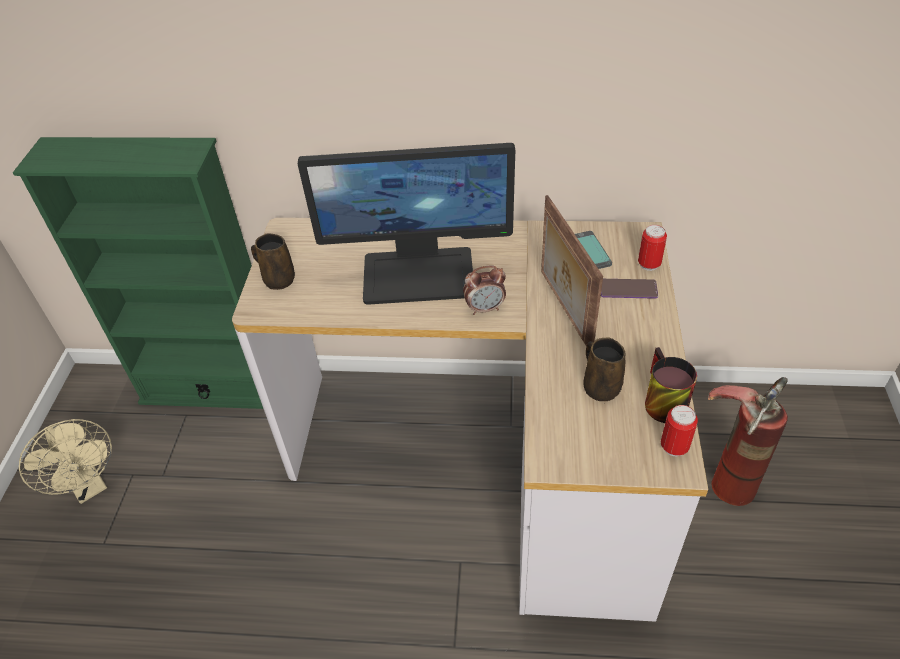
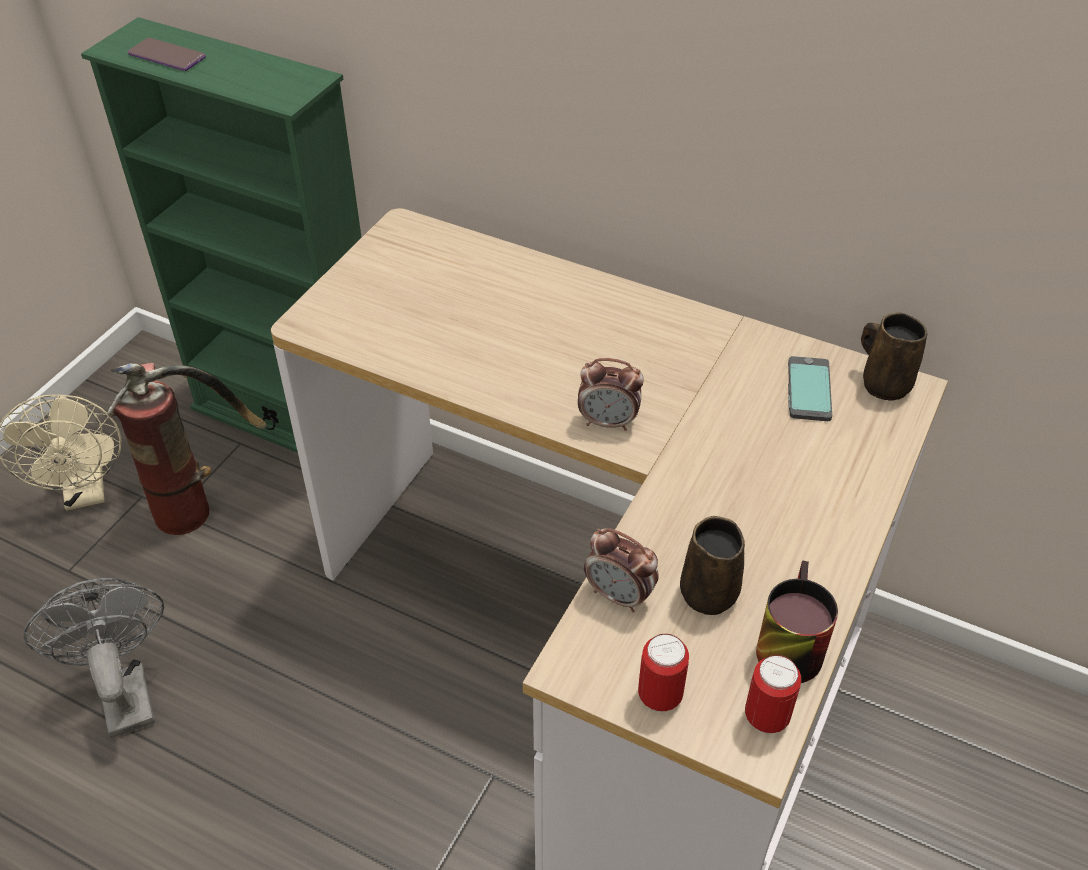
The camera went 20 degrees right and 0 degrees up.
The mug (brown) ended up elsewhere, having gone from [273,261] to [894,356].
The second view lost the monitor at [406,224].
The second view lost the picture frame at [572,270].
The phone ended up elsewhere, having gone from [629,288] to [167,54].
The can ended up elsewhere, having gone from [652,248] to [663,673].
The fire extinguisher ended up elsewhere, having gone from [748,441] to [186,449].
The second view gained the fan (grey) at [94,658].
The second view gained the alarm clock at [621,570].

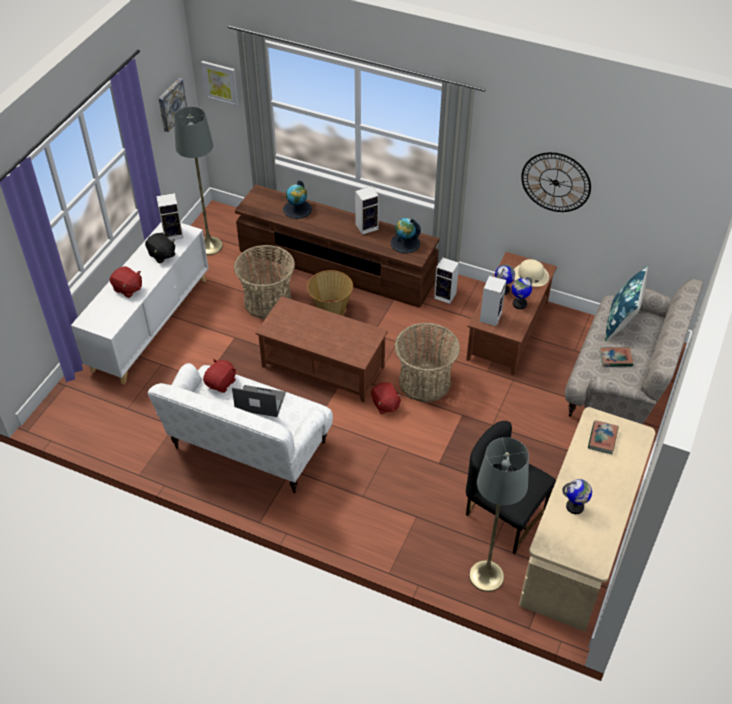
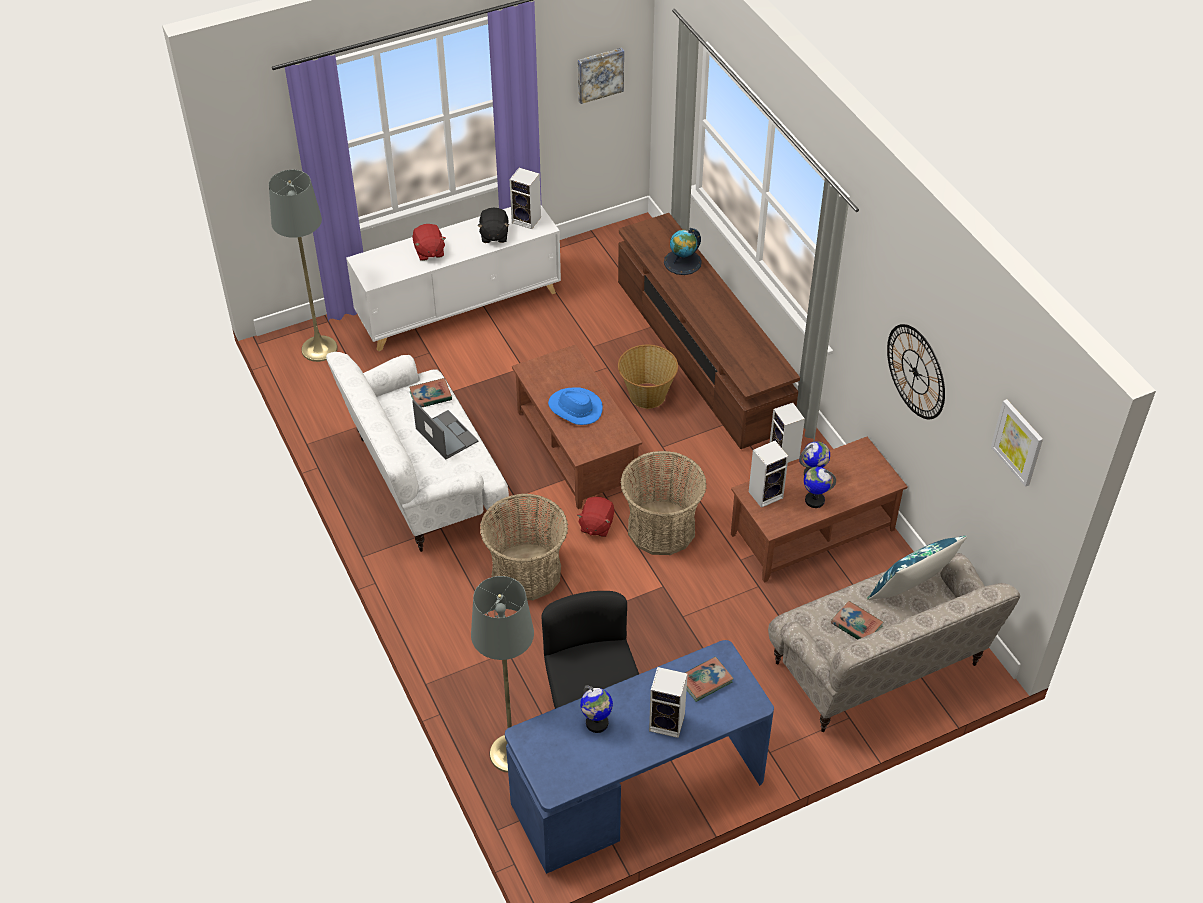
The camera went 40 degrees right and 0 degrees up.
The floor lamp (grey) ended up elsewhere, having gone from [198,181] to [303,266].
The picture ended up elsewhere, having gone from [219,83] to [1017,443].
Where the plush toy (red) stood at [219,376], the book came to stand at [430,393].
The basket ended up elsewhere, having gone from [264,282] to [524,547].
The speaker ended up elsewhere, having gone from [367,210] to [668,702].
The second view lost the globe at [406,235].
The second view lost the hat (beige) at [531,273].
What was the desk (beige) at [587,519] turned into the desk (blue) at [639,757].
The second view gained the hat (blue) at [575,406].

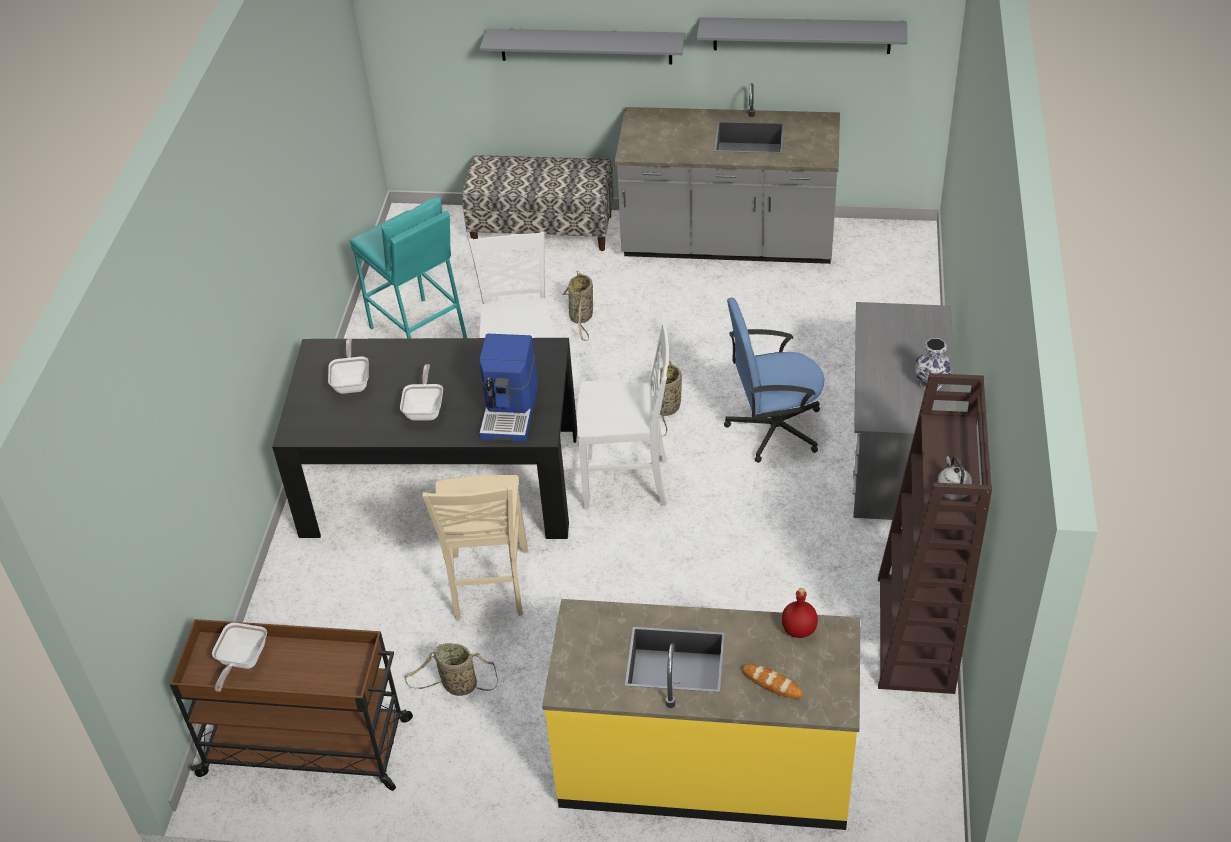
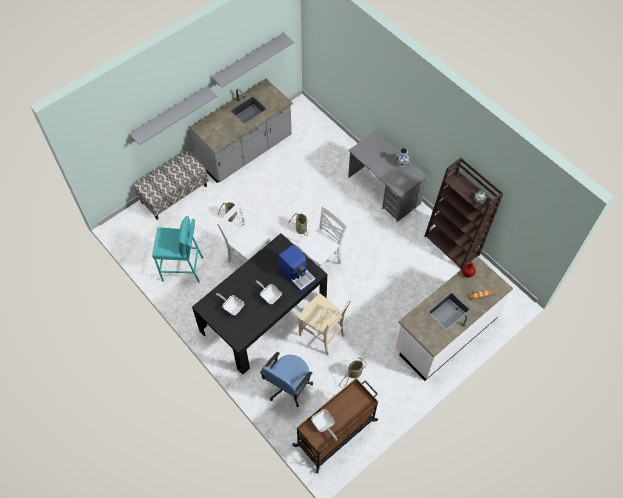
The camera went 50 degrees left and 15 degrees up.
What was the counter (yellow) at [701,714] turned into the counter (white) at [454,318].
The office chair (blue) ended up elsewhere, having gone from [774,380] to [286,379].

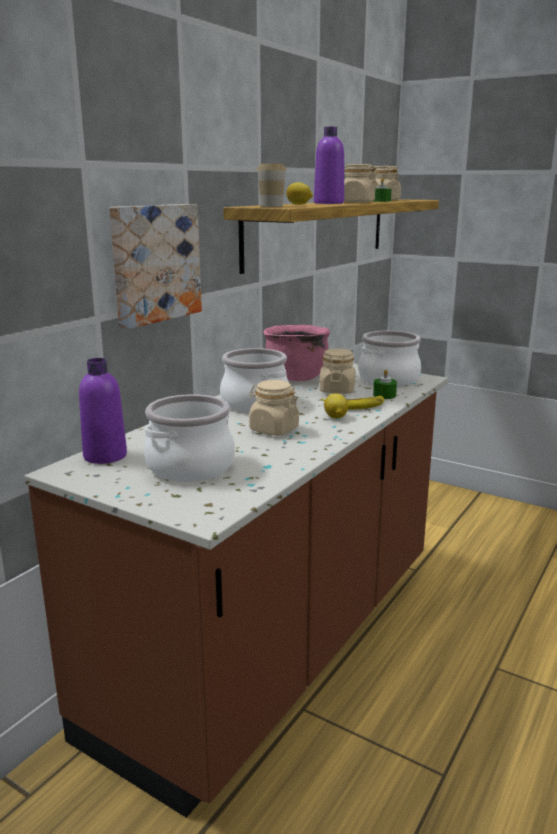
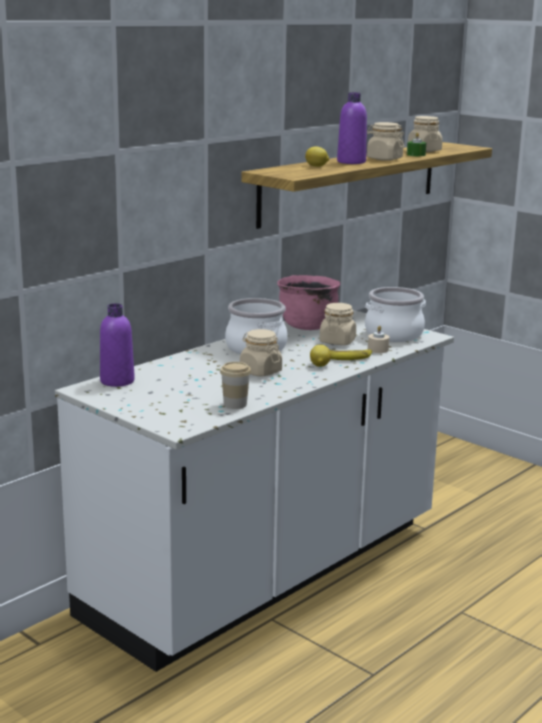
The camera went 10 degrees right and 0 degrees up.
What was the counter (brown) at [236,590] turned into the counter (white) at [254,491].
The second view lost the picture at [156,266].
The second view lost the cooking pot at [189,438].
The cup ended up elsewhere, having gone from [272,185] to [235,385].
What was the candle (green) at [385,384] turned into the candle (beige) at [378,339].

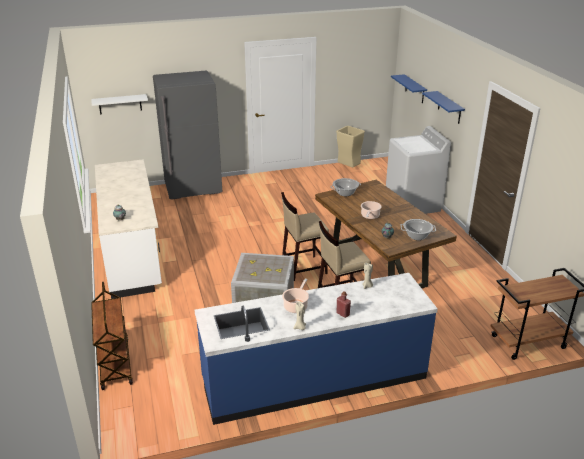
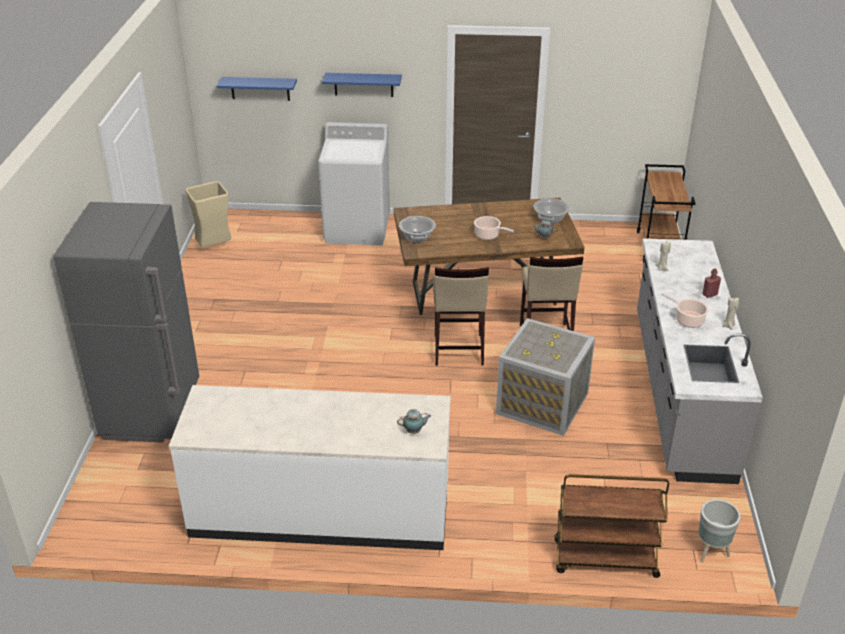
The camera went 70 degrees left and 5 degrees up.
The second view lost the shelf (white) at [119,104].
What was the counter (blue) at [316,349] turned into the counter (grey) at [700,361].
The second view gained the planter (grey) at [719,530].

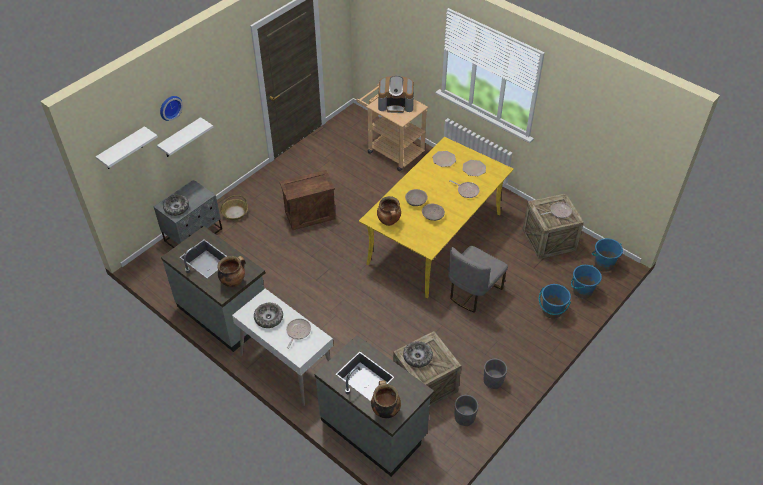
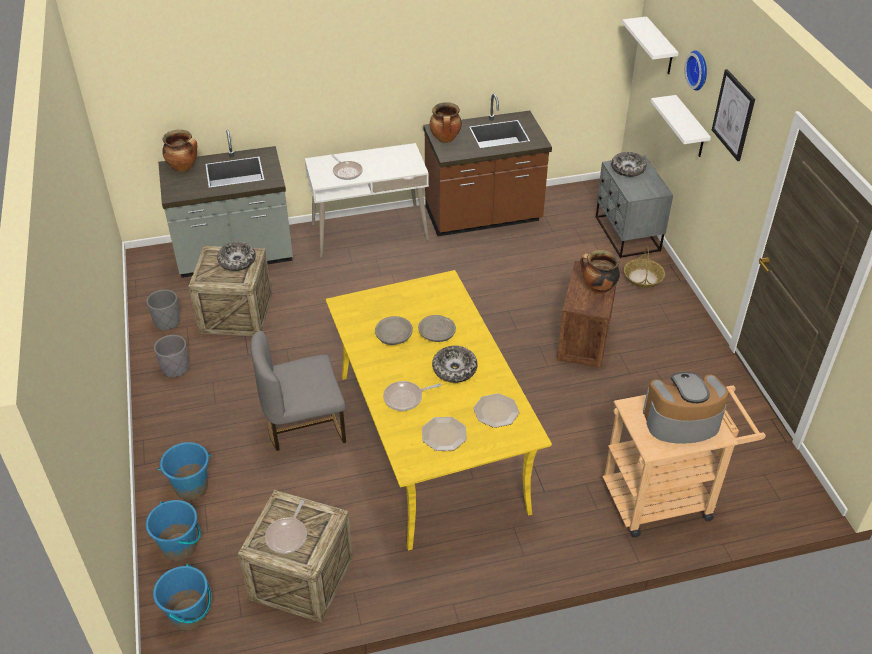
The camera went 125 degrees right and 5 degrees down.
What was the counter (grey) at [213,289] turned into the counter (brown) at [487,165].
The bowl ended up elsewhere, having gone from [268,315] to [455,364].
The cooking pot ended up elsewhere, having gone from [389,211] to [600,272].
The coffee machine at [396,94] ended up facing another way, 45 degrees clockwise from before.
The chair (grey) at [478,279] ended up facing another way, 90 degrees counterclockwise from before.
The second view gained the picture at [733,115].

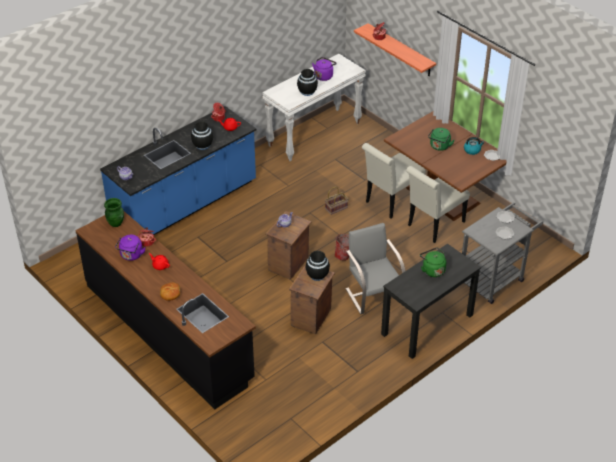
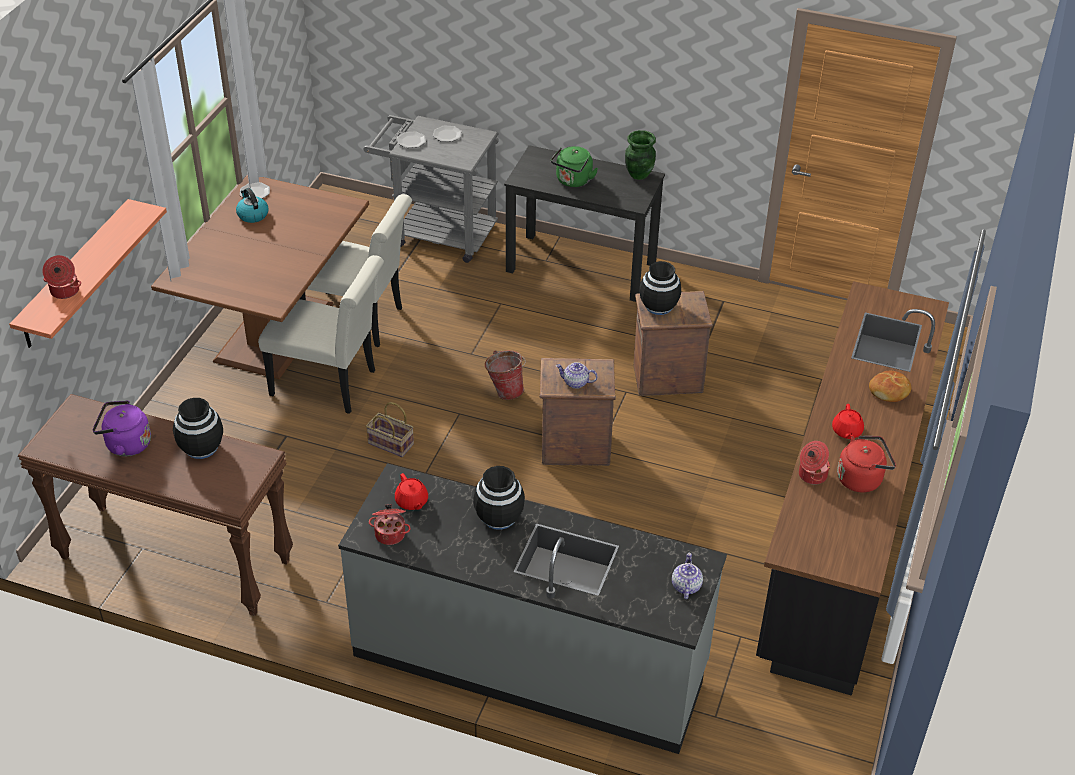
The camera went 120 degrees left and 0 degrees up.
What was the counter (blue) at [178,170] turned into the counter (grey) at [532,608].
The vase (green) ended up elsewhere, having gone from [114,212] to [640,155].
What was the kettle (purple) at [130,248] turned into the kettle (red) at [866,464].
What was the console table (white) at [314,107] turned into the console table (brown) at [155,505].
The second view lost the chair (grey) at [375,268].
The second view lost the kettle (green) at [441,139].

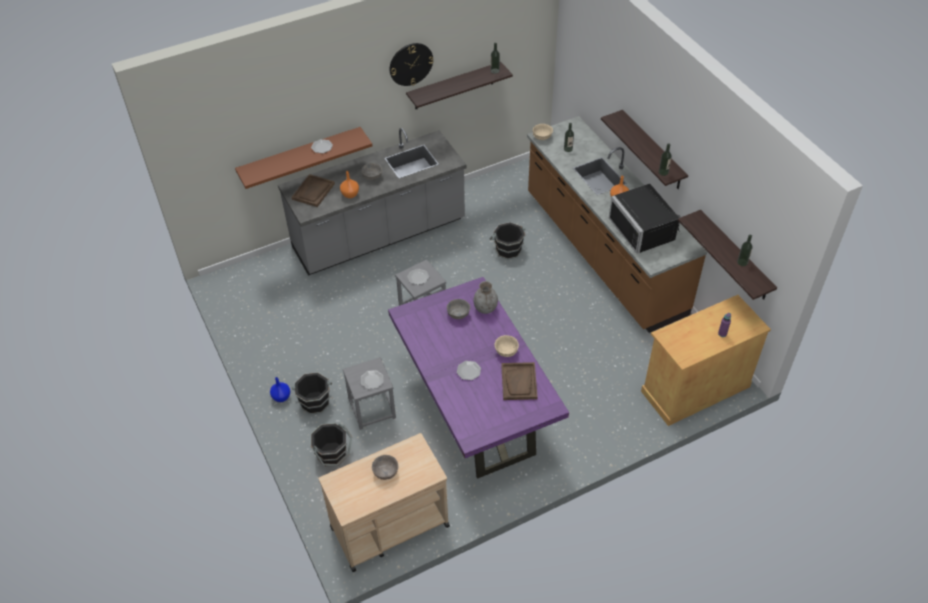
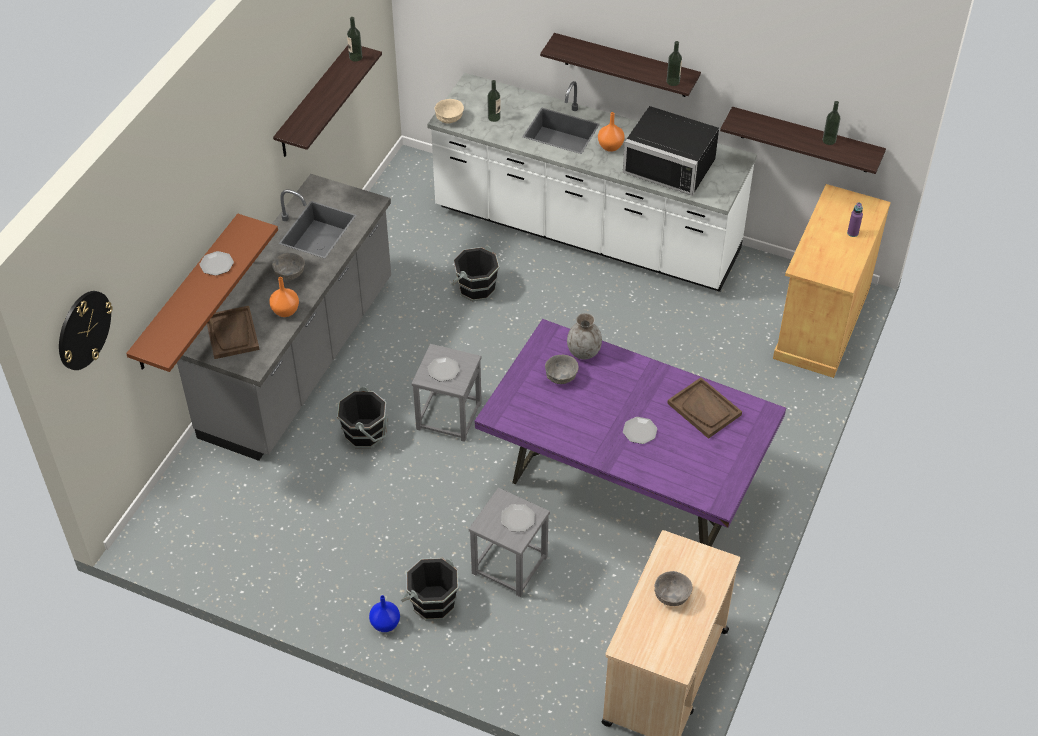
The camera went 40 degrees left and 0 degrees up.
The bucket (black) ended up elsewhere, having gone from [331,445] to [362,417].
The wall clock ended up elsewhere, having gone from [411,64] to [86,330].
The second view lost the bowl (beige) at [507,346].
What was the counter (brown) at [617,224] turned into the counter (white) at [592,182].

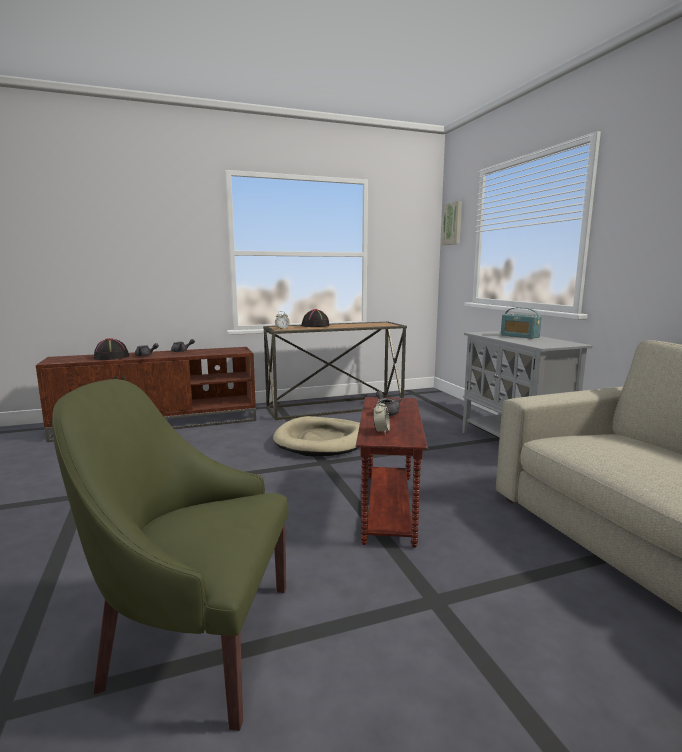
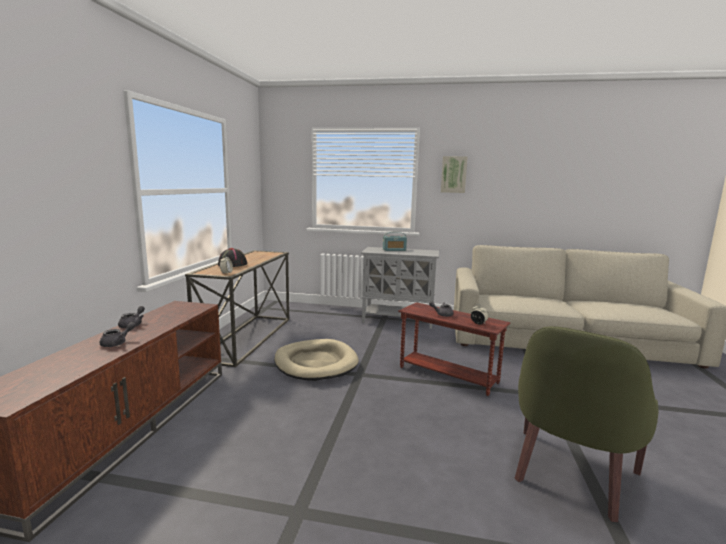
The camera went 60 degrees left and 0 degrees up.
The second view lost the hat (black) at [112,349].
The picture ended up elsewhere, having gone from [452,223] to [454,174].

